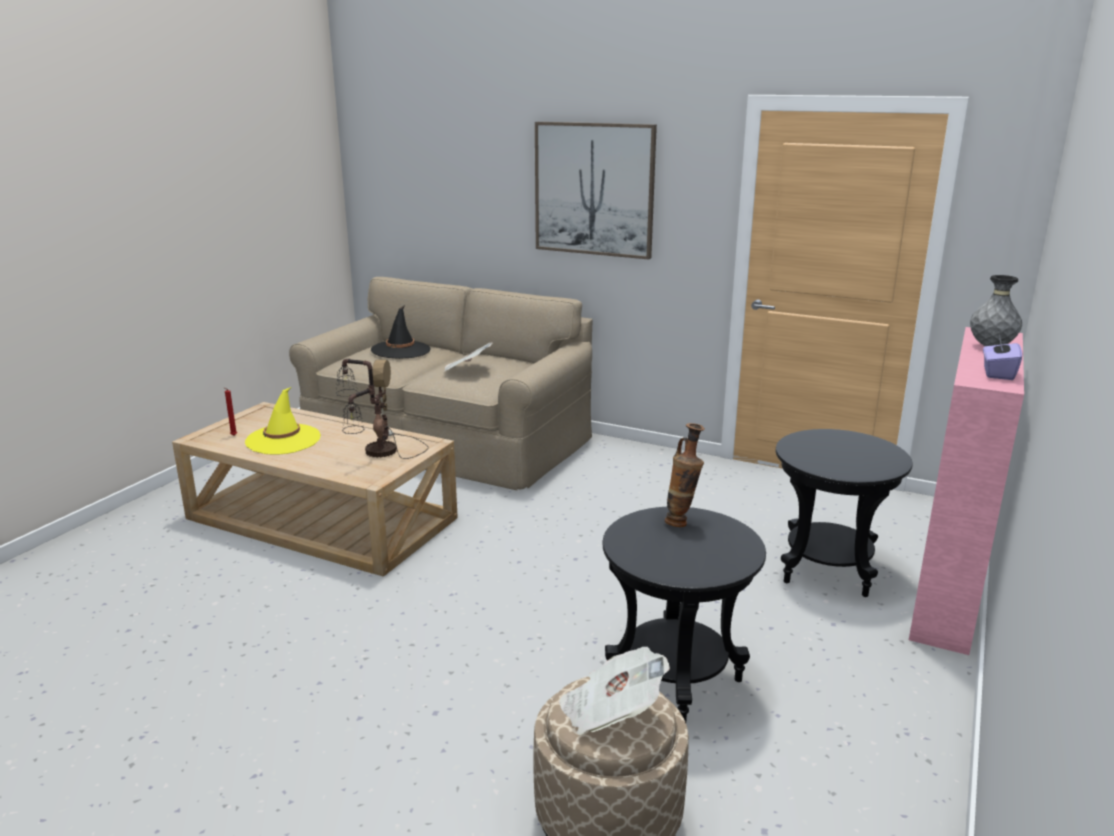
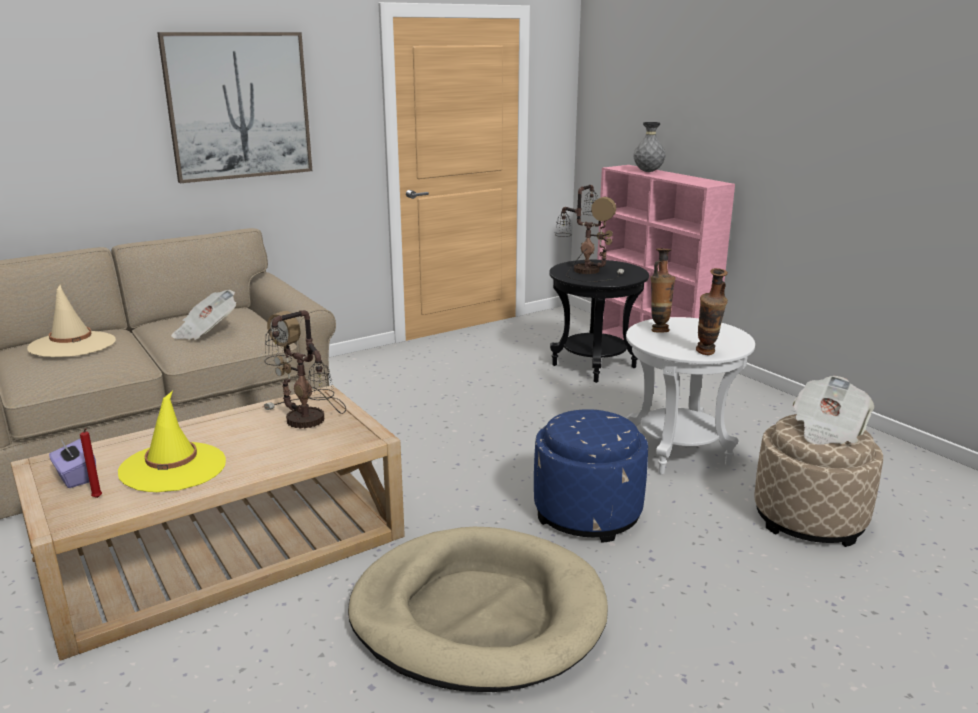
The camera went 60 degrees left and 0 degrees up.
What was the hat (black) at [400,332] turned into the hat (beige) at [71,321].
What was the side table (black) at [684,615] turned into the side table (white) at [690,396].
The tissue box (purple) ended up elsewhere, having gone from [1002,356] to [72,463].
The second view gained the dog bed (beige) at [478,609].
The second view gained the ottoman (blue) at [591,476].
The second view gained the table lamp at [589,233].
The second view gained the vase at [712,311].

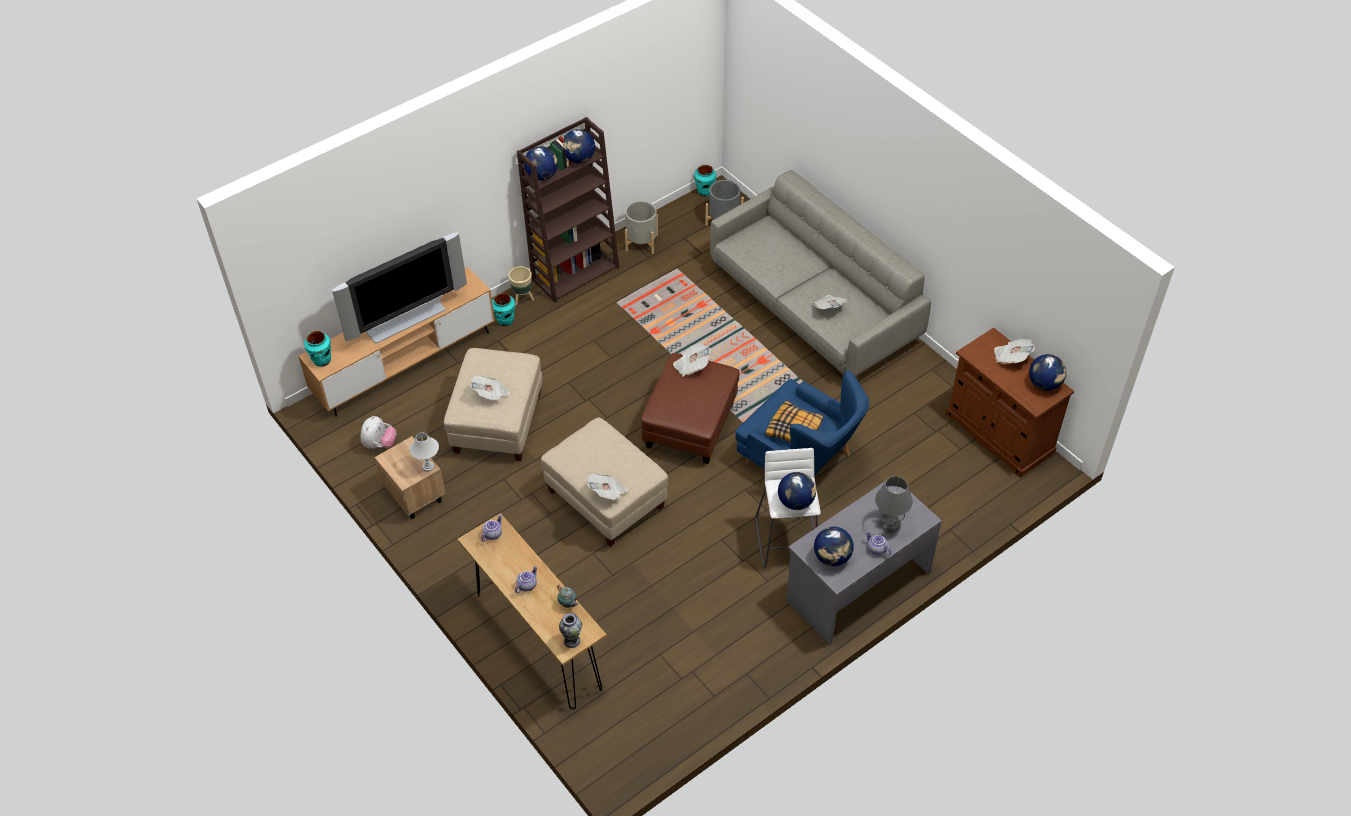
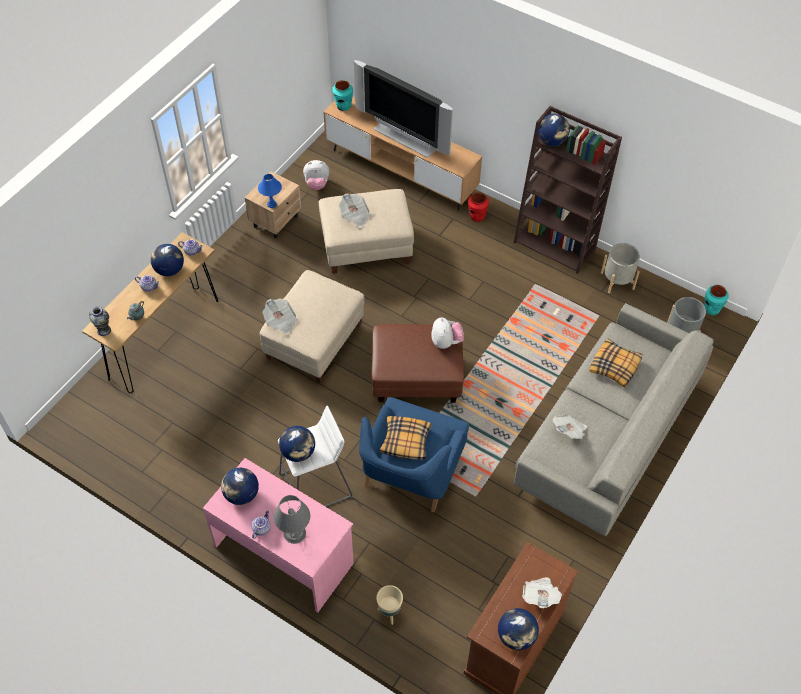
The camera went 70 degrees right and 5 degrees up.
What was the table lamp (white) at [424,452] turned into the table lamp (blue) at [270,191].
What was the vase (turquoise) at [503,309] turned into the vase (red) at [478,207].
The planter (beige) ended up elsewhere, having gone from [521,286] to [389,605].
The globe ended up elsewhere, having gone from [578,146] to [167,260].
Where the newspaper stood at [692,360], the plush toy came to stand at [447,333].
What was the desk (grey) at [864,560] turned into the desk (pink) at [278,535].
The second view gained the pillow at [615,363].

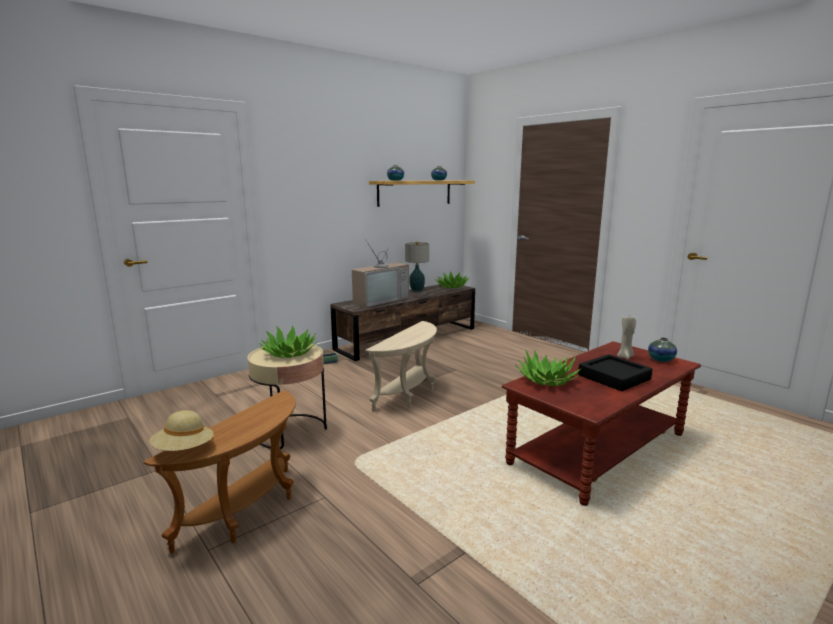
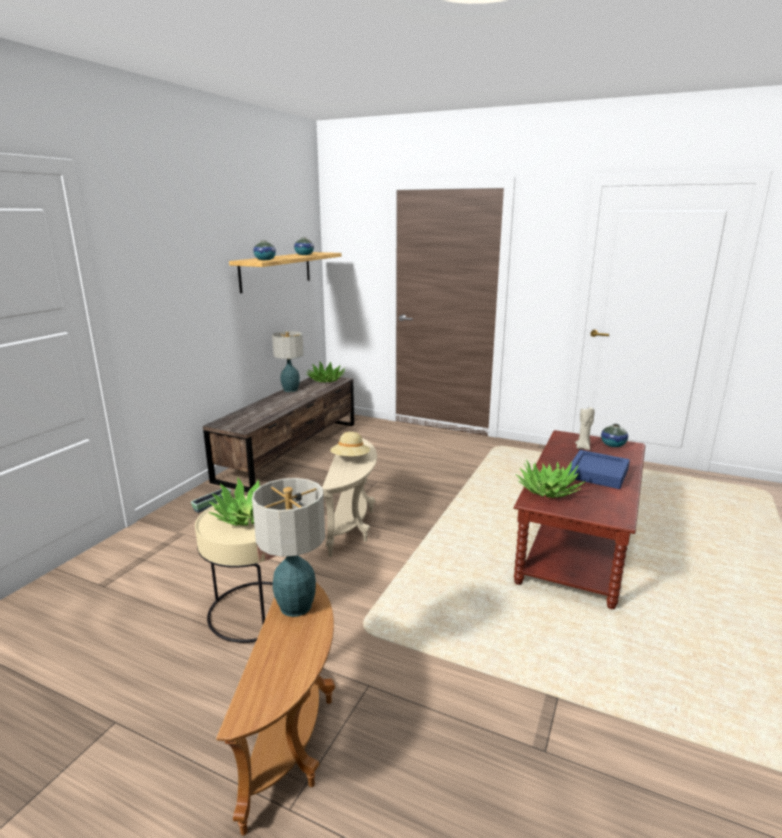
The camera went 25 degrees left and 5 degrees up.
The hat (beige) ended up elsewhere, having gone from [181,430] to [350,444].
The second view lost the television at [380,272].
What was the tray (black) at [615,372] turned into the tray (blue) at [598,469].
The second view gained the table lamp at [288,547].

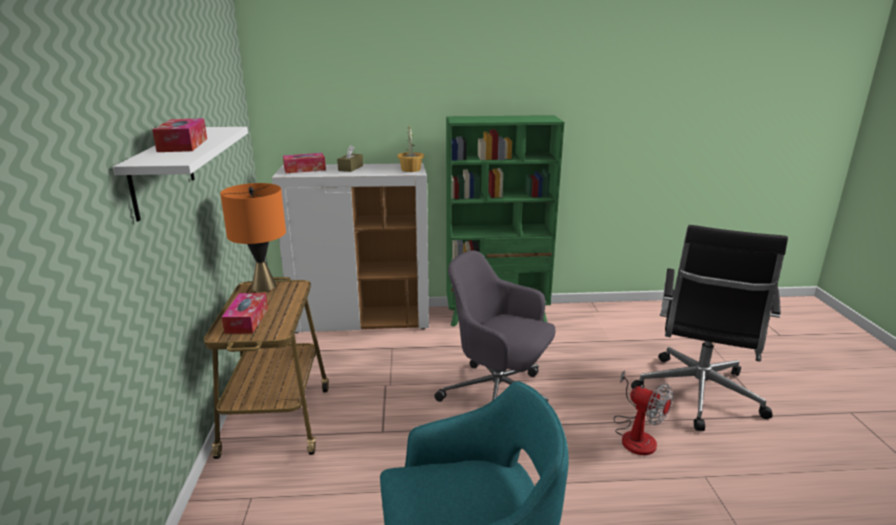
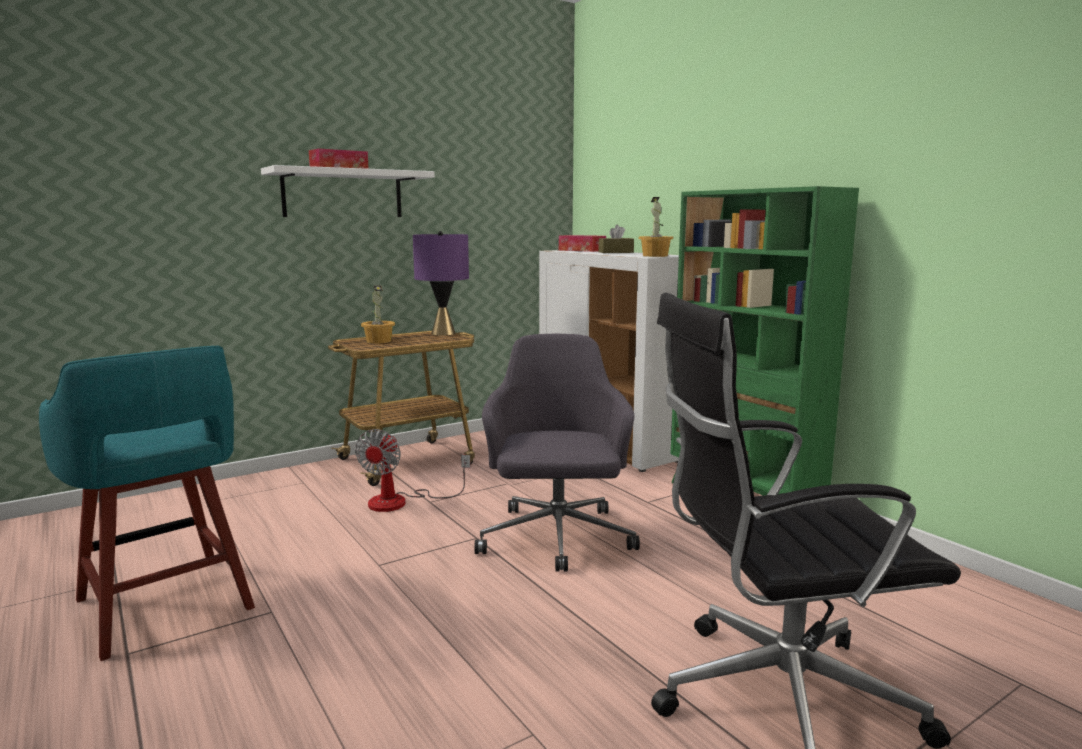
The camera went 60 degrees right and 10 degrees down.
What was the table lamp (orange) at [253,237] turned into the table lamp (purple) at [441,283].
Where the tissue box stood at [245,313], the potted plant came to stand at [378,314].
The fan ended up elsewhere, having gone from [643,412] to [413,470].

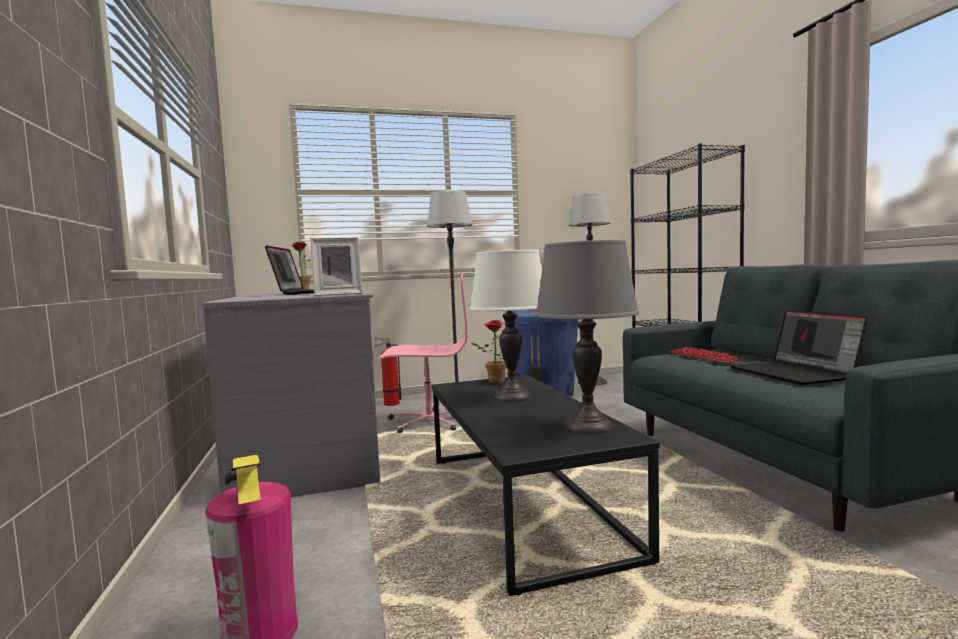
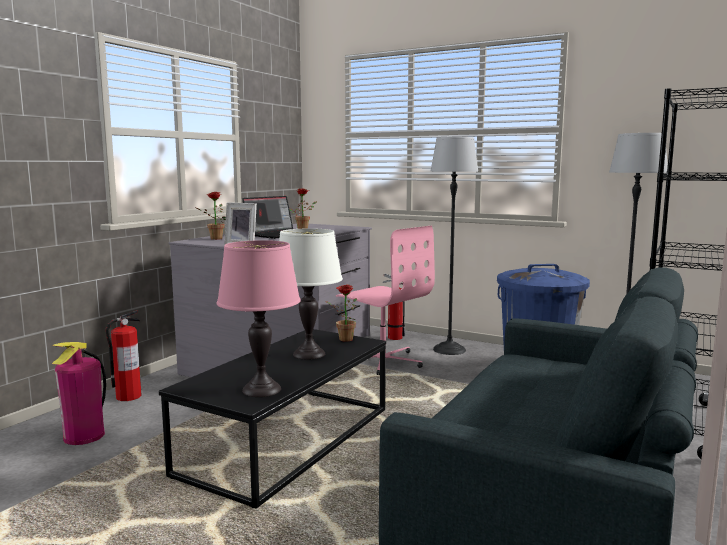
The camera went 45 degrees right and 5 degrees up.
What was the table lamp (grey) at [587,337] turned into the table lamp (pink) at [259,318].
The second view lost the keyboard at [707,355].
The second view lost the laptop at [799,347].
The second view gained the fire extinguisher at [124,356].
The second view gained the potted plant at [211,216].

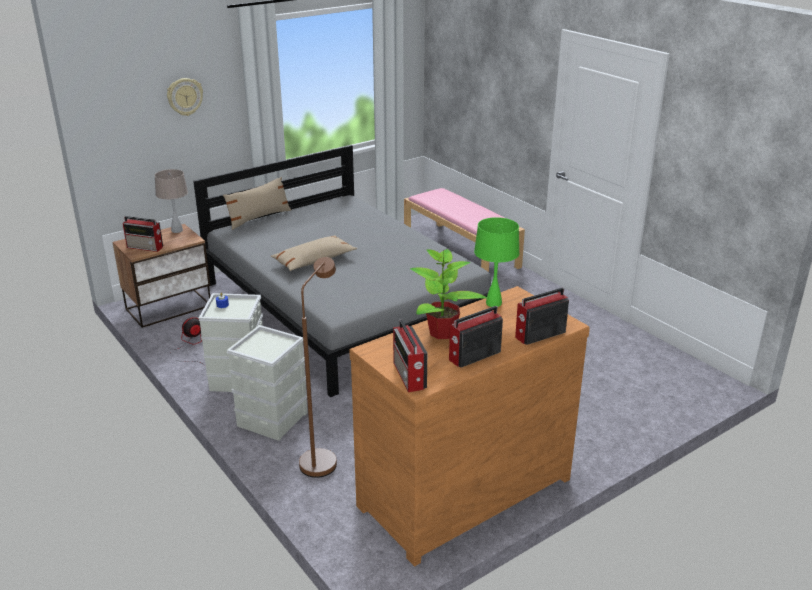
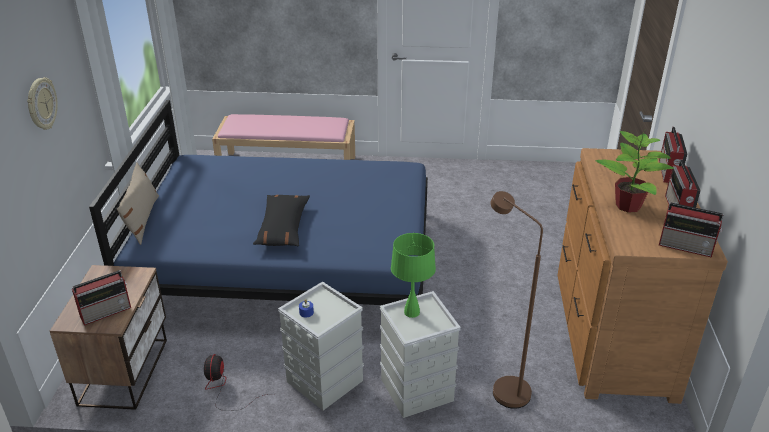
The camera went 50 degrees left and 5 degrees up.
The second view lost the table lamp (beige) at [171,201].
What was the bed (grey) at [342,271] turned into the bed (blue) at [258,202].
What was the pillow (beige) at [314,253] turned into the pillow (black) at [281,221].
The table lamp (green) ended up elsewhere, having gone from [497,262] to [413,275].

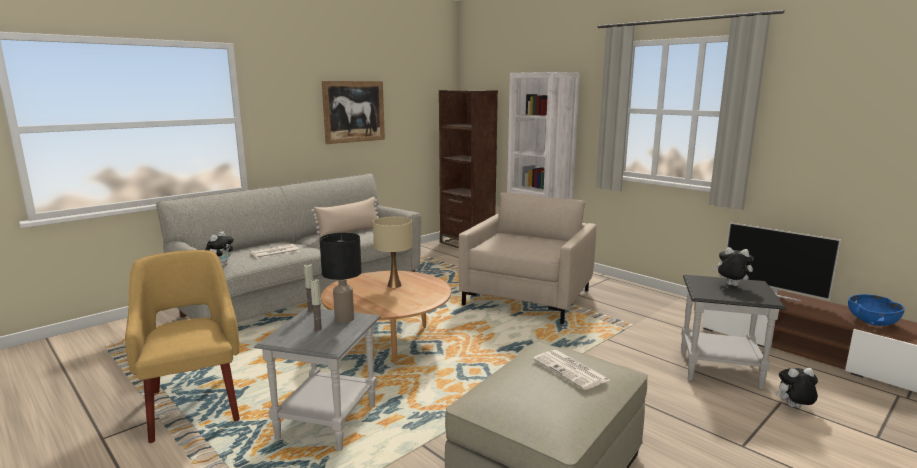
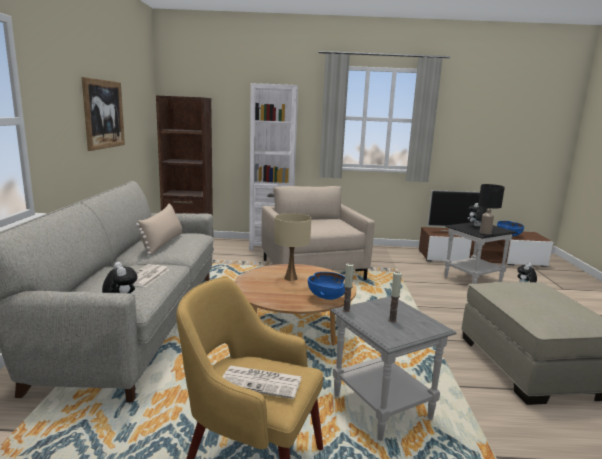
The camera went 45 degrees left and 0 degrees up.
The table lamp (black) ended up elsewhere, having gone from [341,278] to [491,209].
The newspaper ended up elsewhere, having gone from [571,370] to [262,382].
The second view gained the bowl (blue) at [326,286].

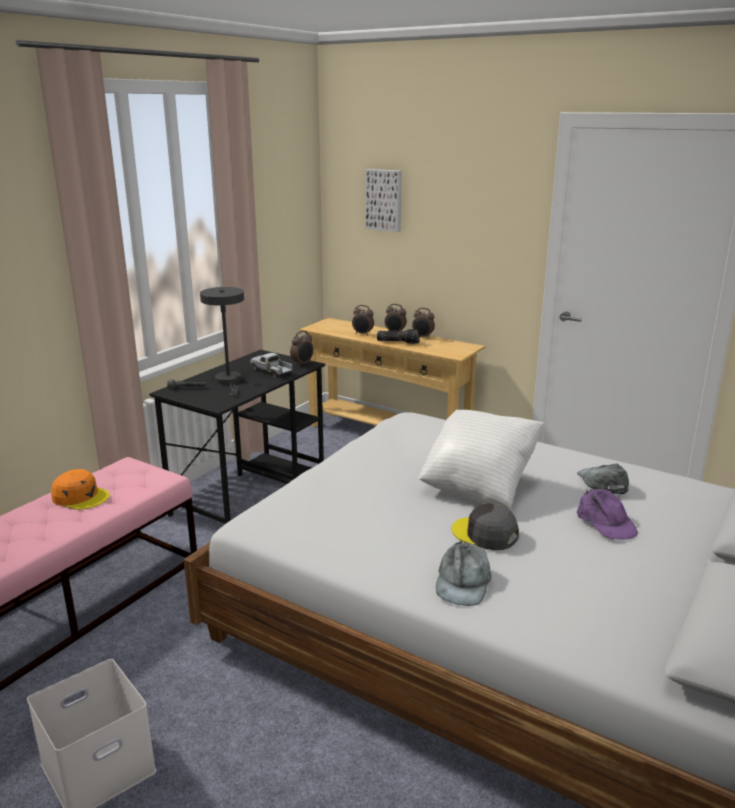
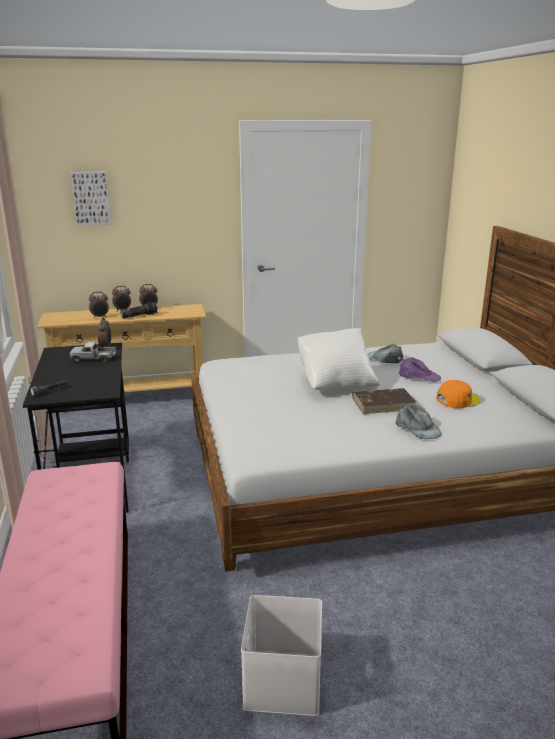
The camera went 45 degrees left and 0 degrees up.
The cap (orange) ended up elsewhere, having gone from [80,489] to [458,394].
The second view lost the table lamp (grey) at [222,341].
Where the cap (grey) stood at [485,526], the book (brown) came to stand at [384,401].

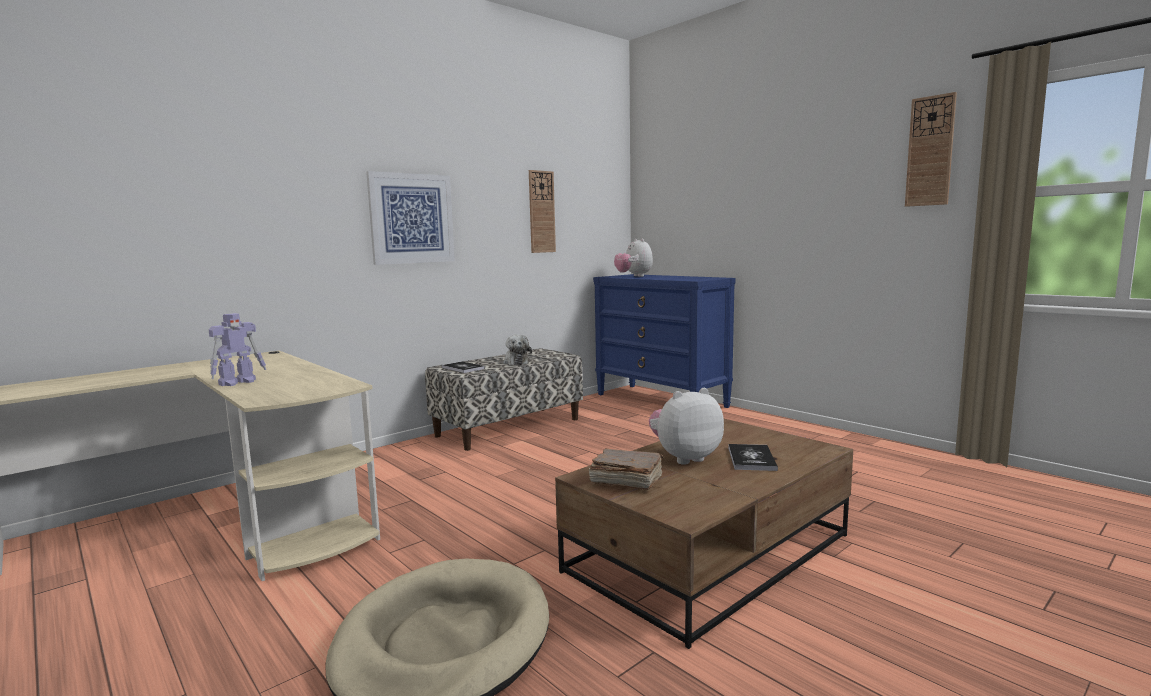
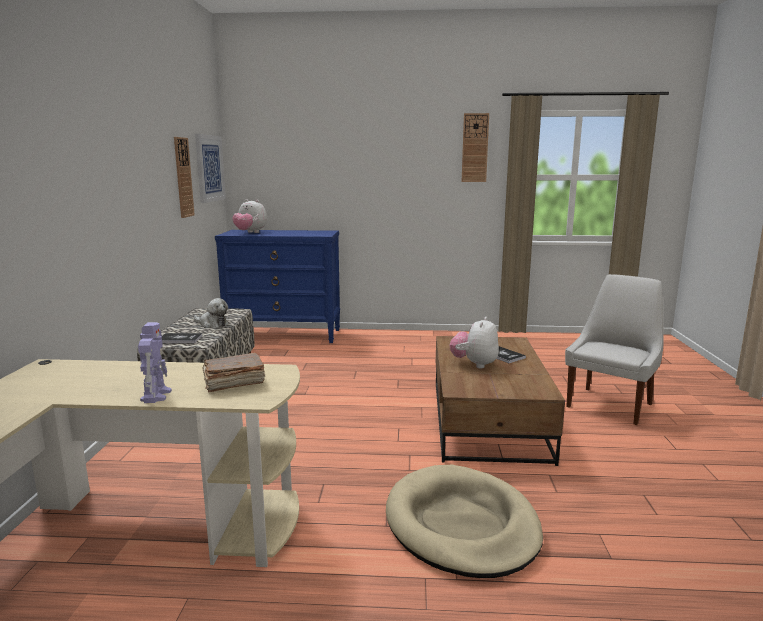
The camera went 45 degrees left and 5 degrees up.
The picture ended up elsewhere, having gone from [410,218] to [210,168].
The book (brown) ended up elsewhere, having gone from [626,469] to [233,373].
The second view gained the chair (white) at [614,349].

